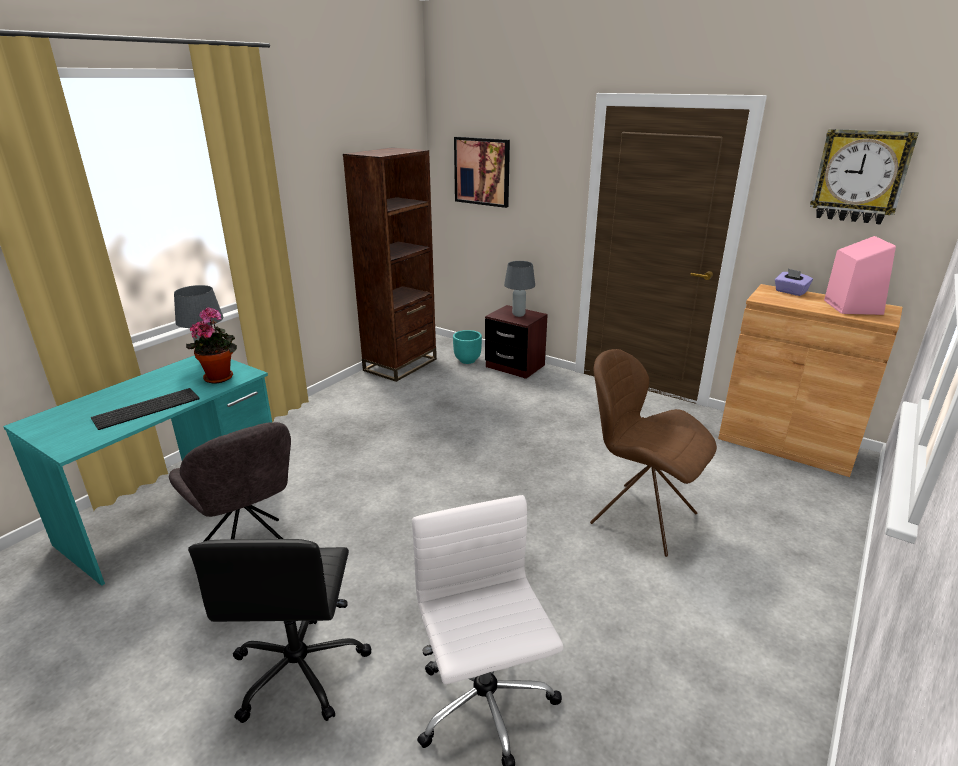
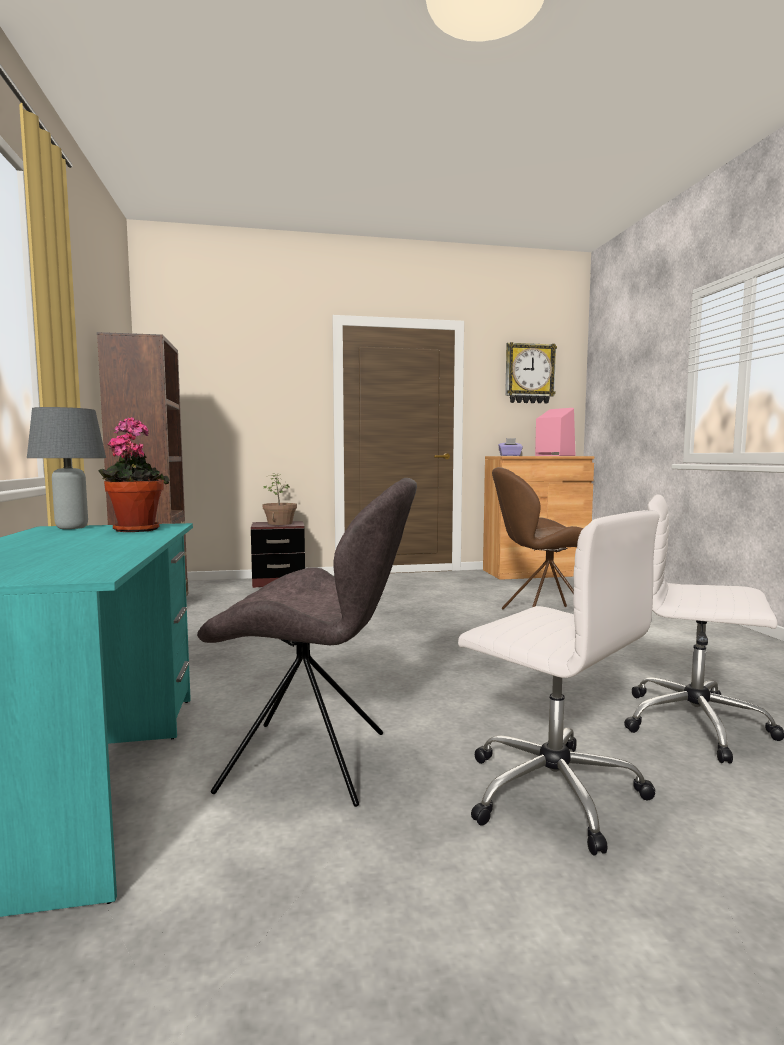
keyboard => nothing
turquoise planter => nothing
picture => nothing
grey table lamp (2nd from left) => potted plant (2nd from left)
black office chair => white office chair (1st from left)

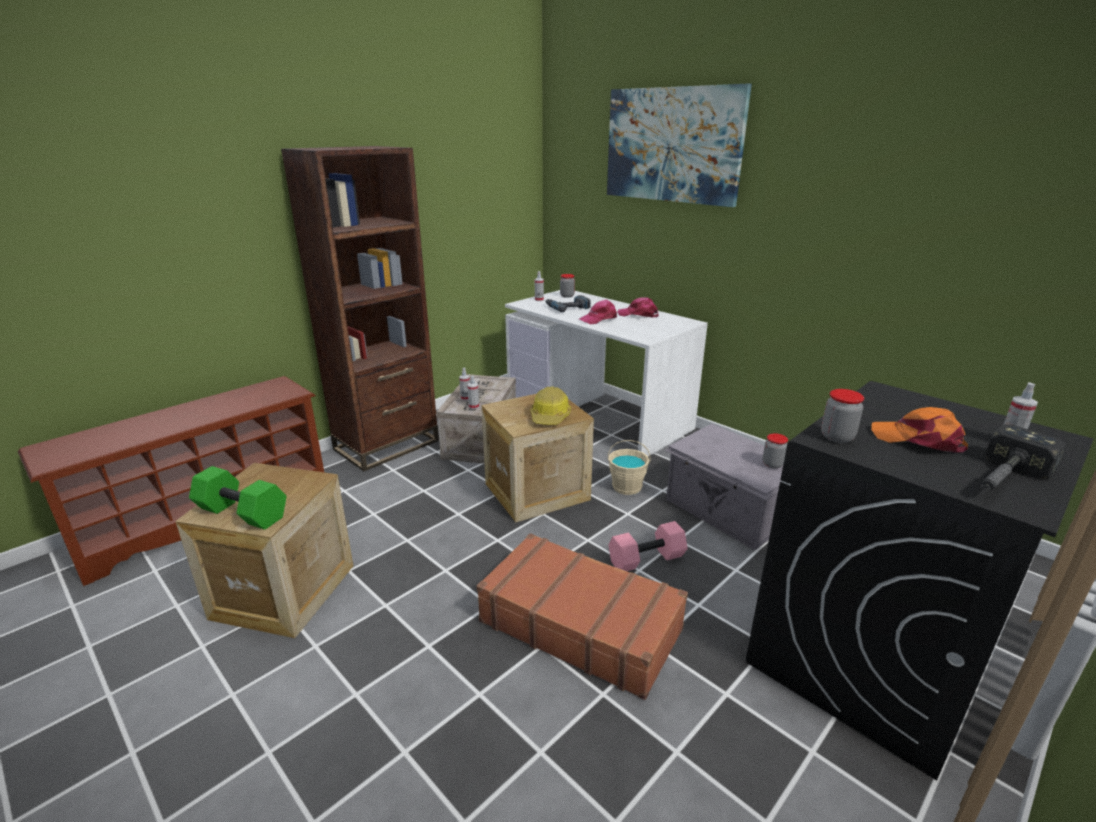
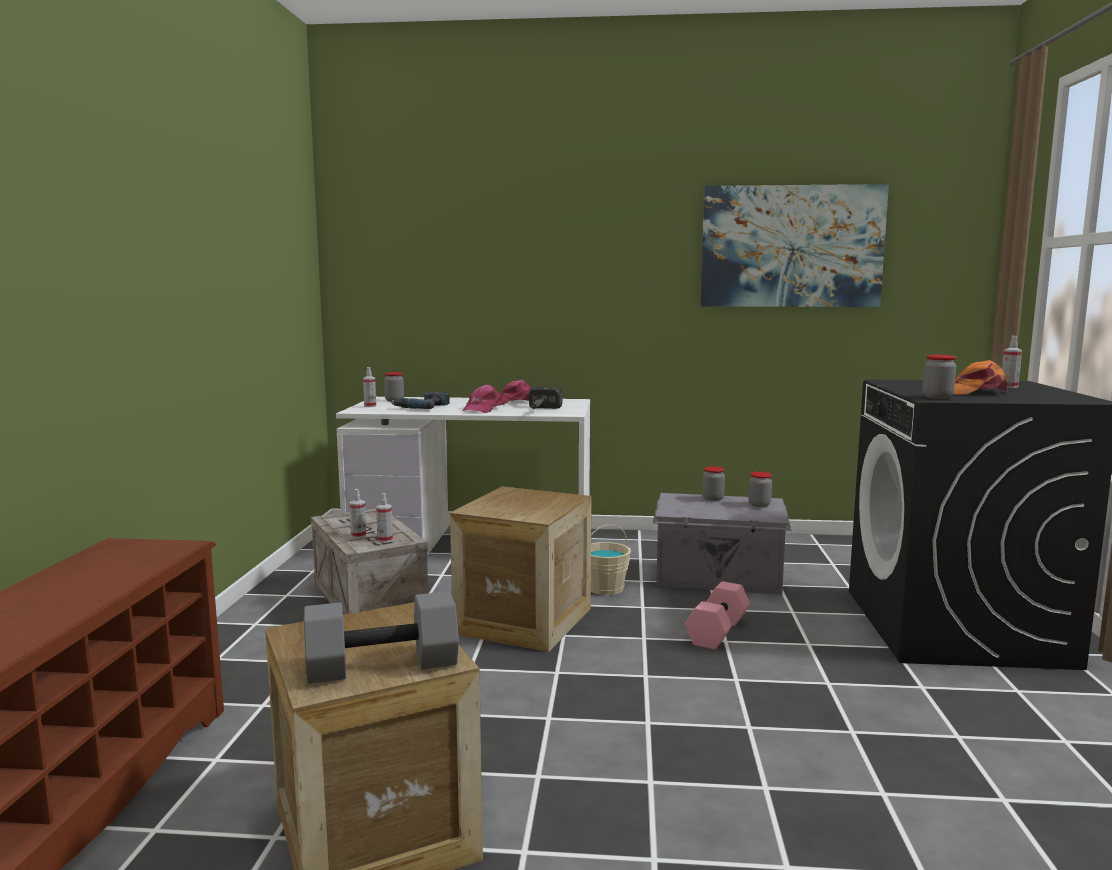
brown bookcase => nothing
brown suitcase => nothing
hard hat => nothing
nothing => jar (2nd from left)
picture, moved
hammer, moved
green dumbbell => grey dumbbell

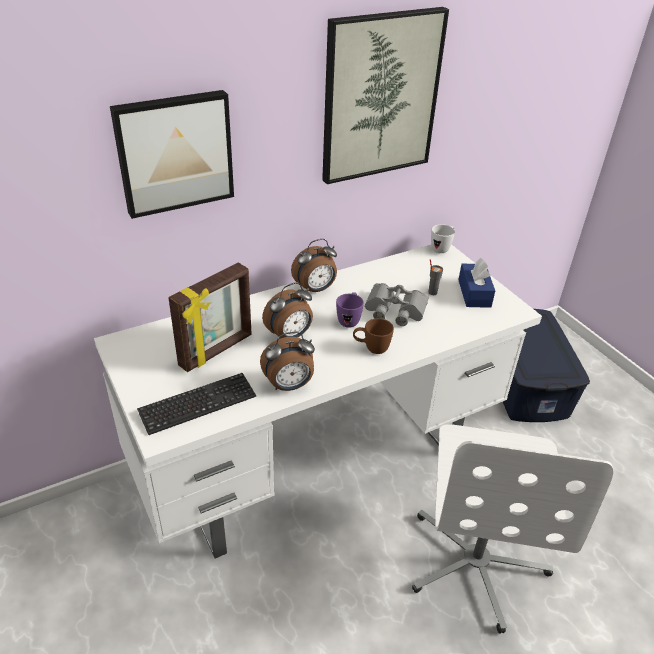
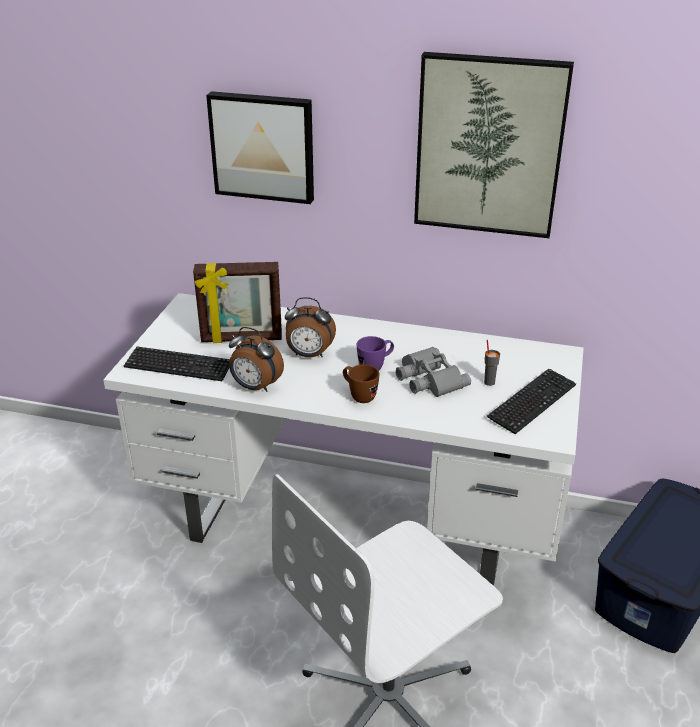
alarm clock (3rd from left) => nothing
white mug => nothing
blue tissue box => keyboard (2nd from left)

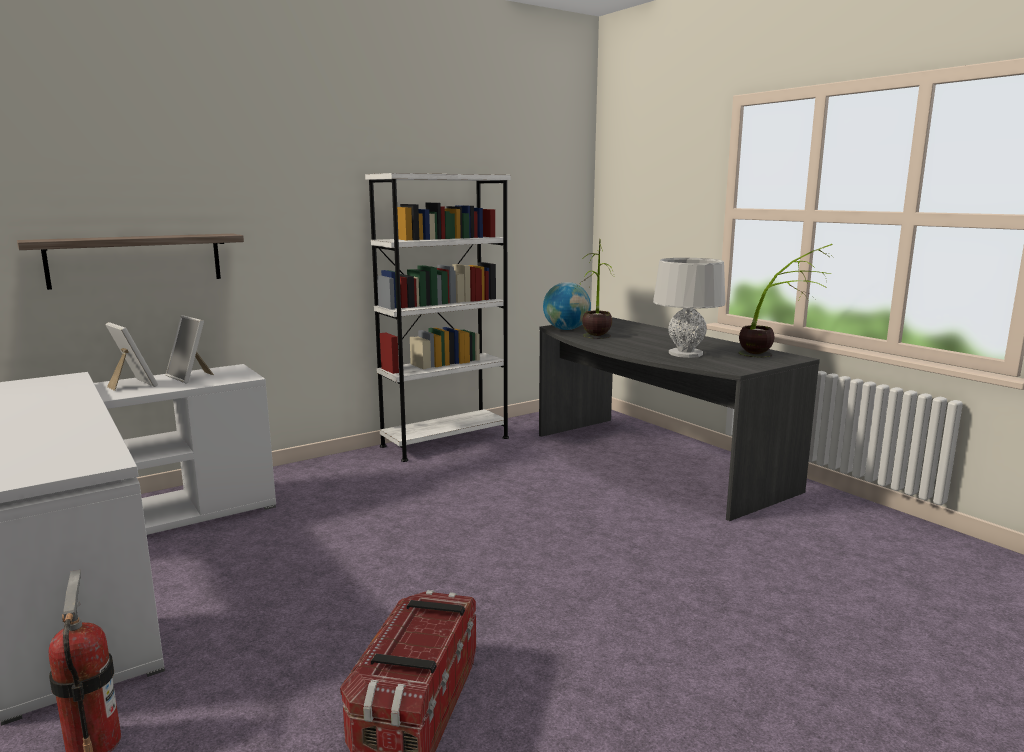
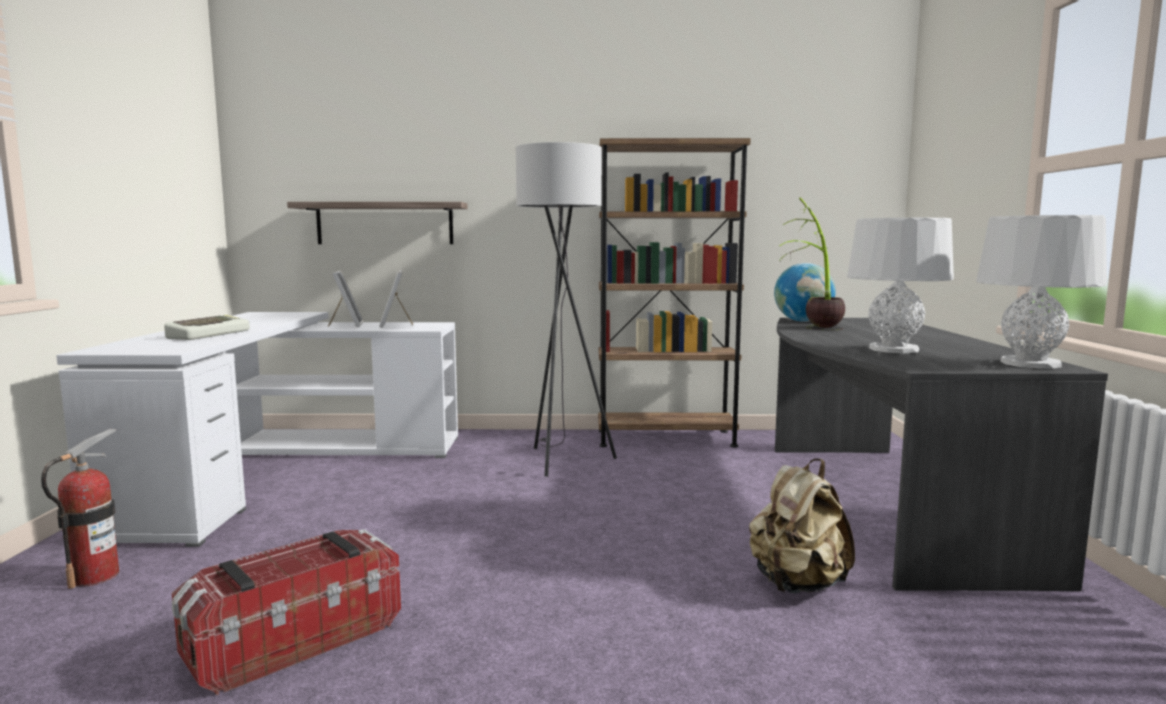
nothing => keyboard
nothing => grey floor lamp
nothing => beige backpack
potted plant (2nd from left) => grey table lamp (2nd from left)
white bookcase => brown bookcase

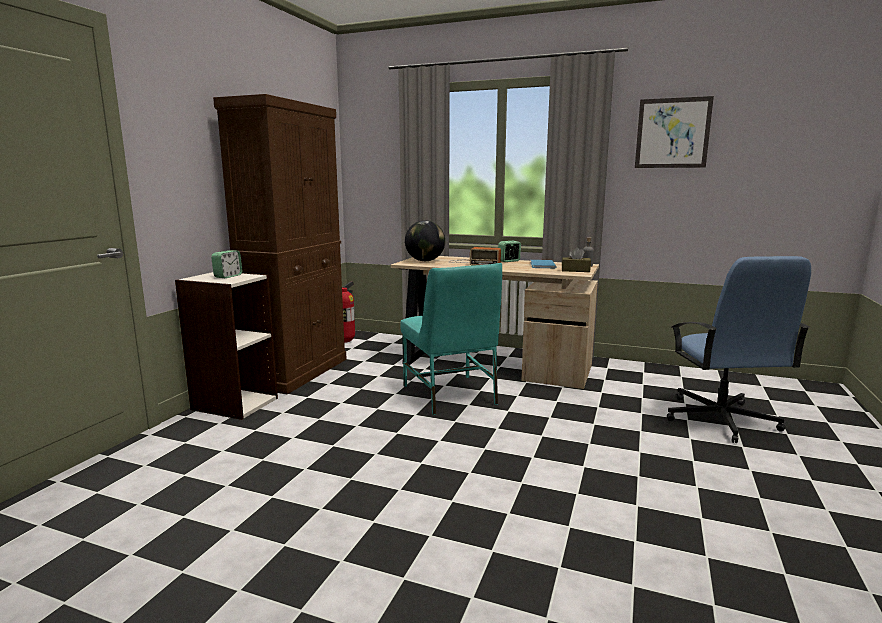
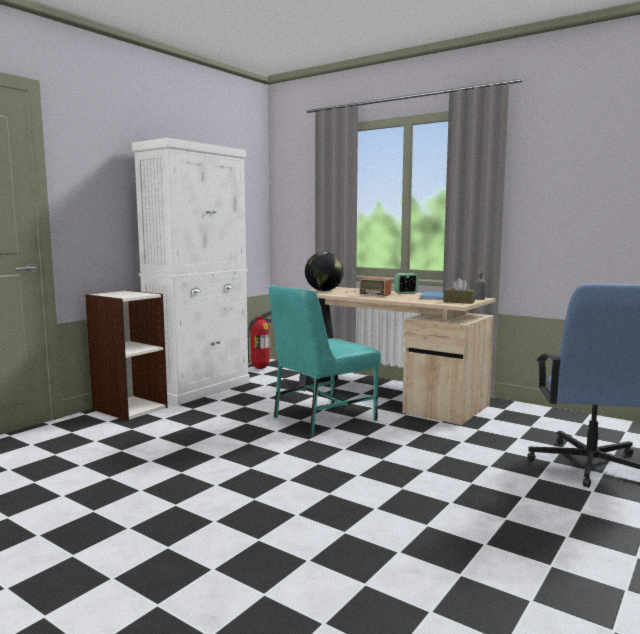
alarm clock (1st from left) => nothing
picture => nothing
brown cabinet => white cabinet
turquoise chair, 60 degrees clockwise

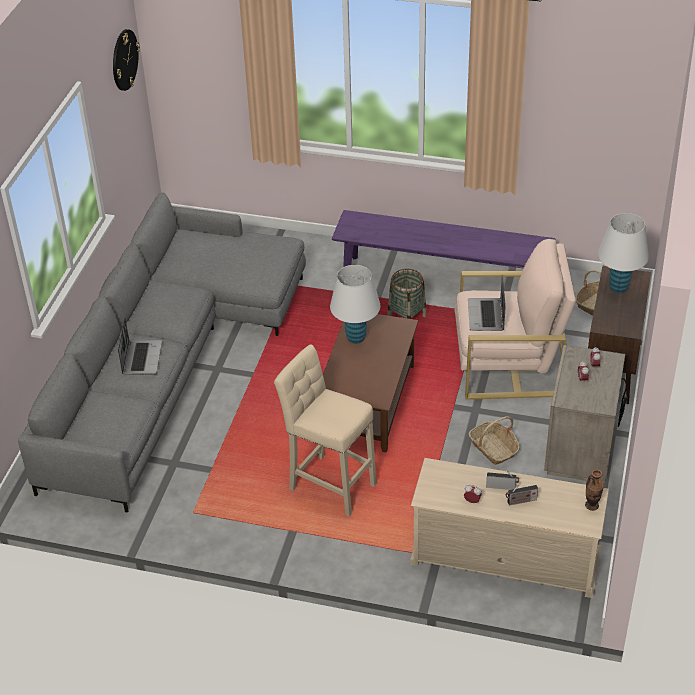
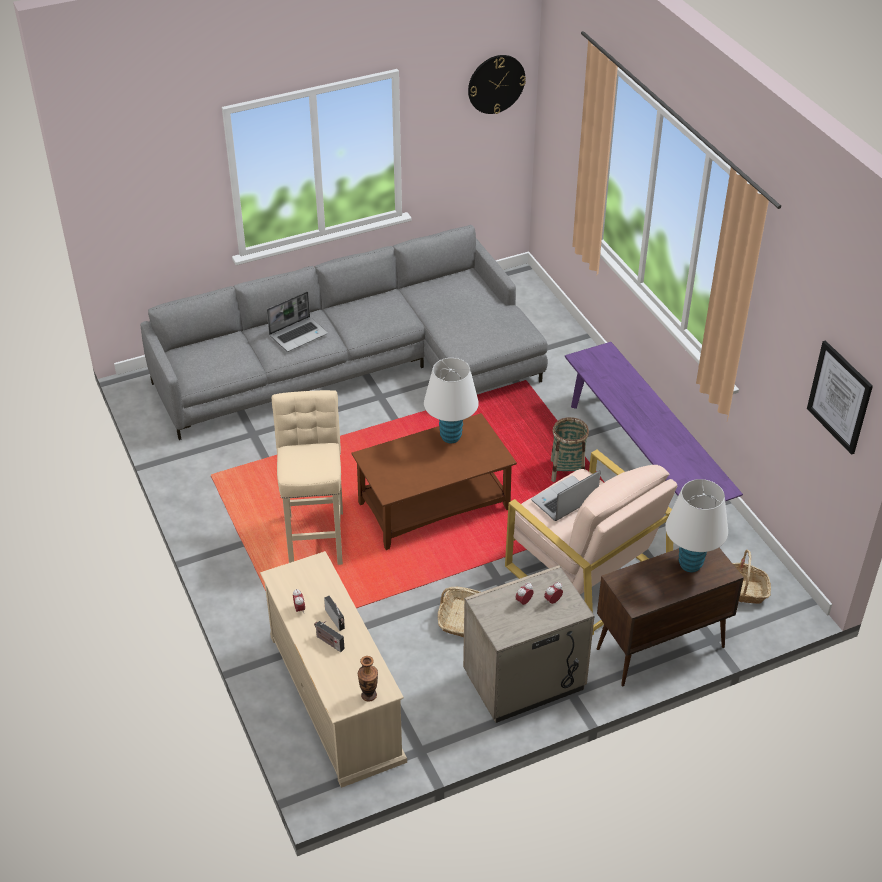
nothing => picture

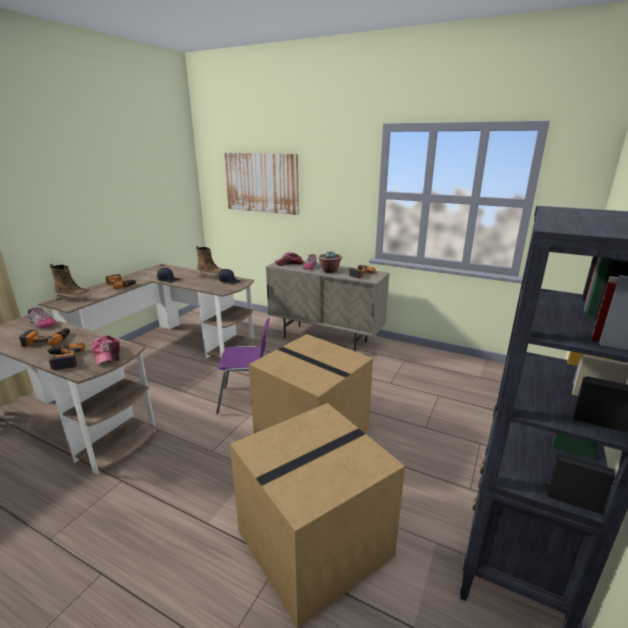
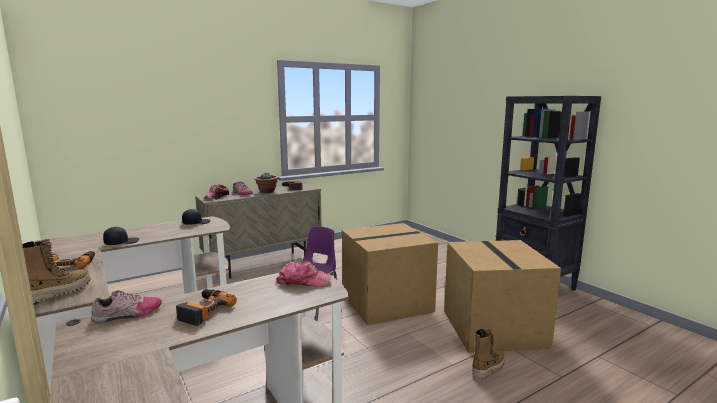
power drill (2nd from left) => nothing
picture => nothing
boot (2nd from left), moved

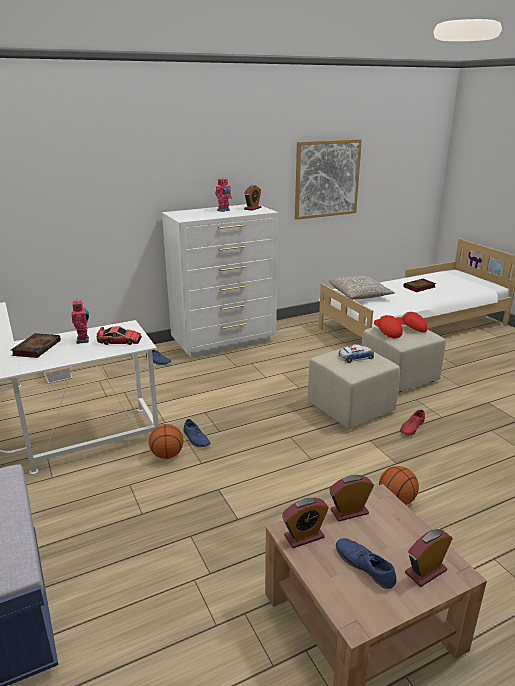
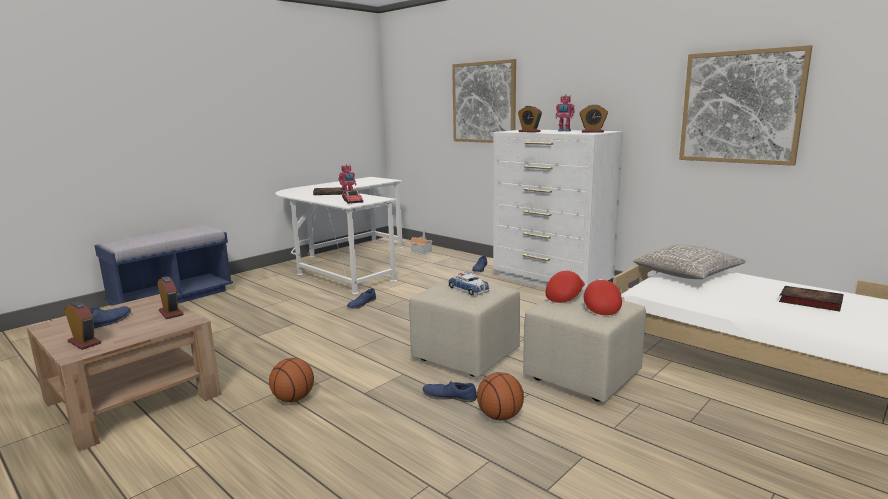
nothing => picture (1st from left)
basketball (1st from left in the first image) => basketball (2nd from left), moved
alarm clock (2nd from left in the first image) => alarm clock (3rd from left), moved
red shoe => blue shoe (3rd from left)

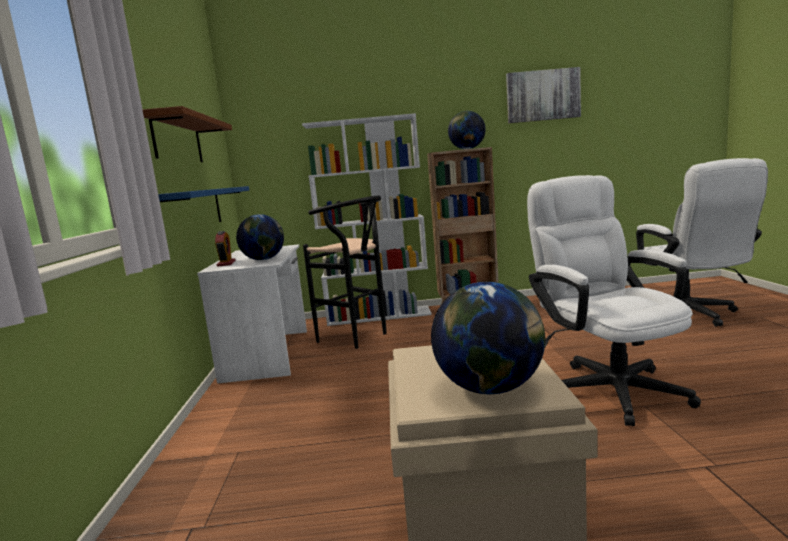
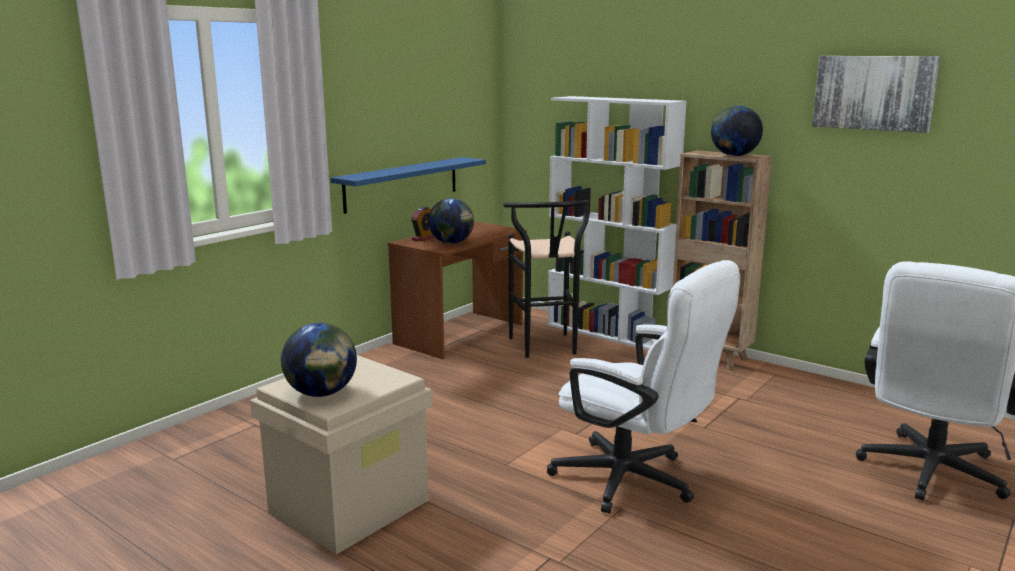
brown shelf => nothing
white desk => brown desk
white office chair (1st from left), 105 degrees clockwise

